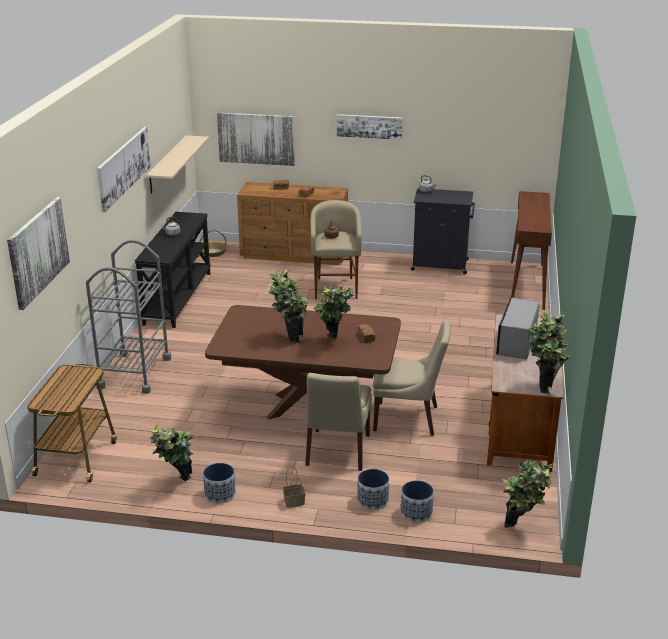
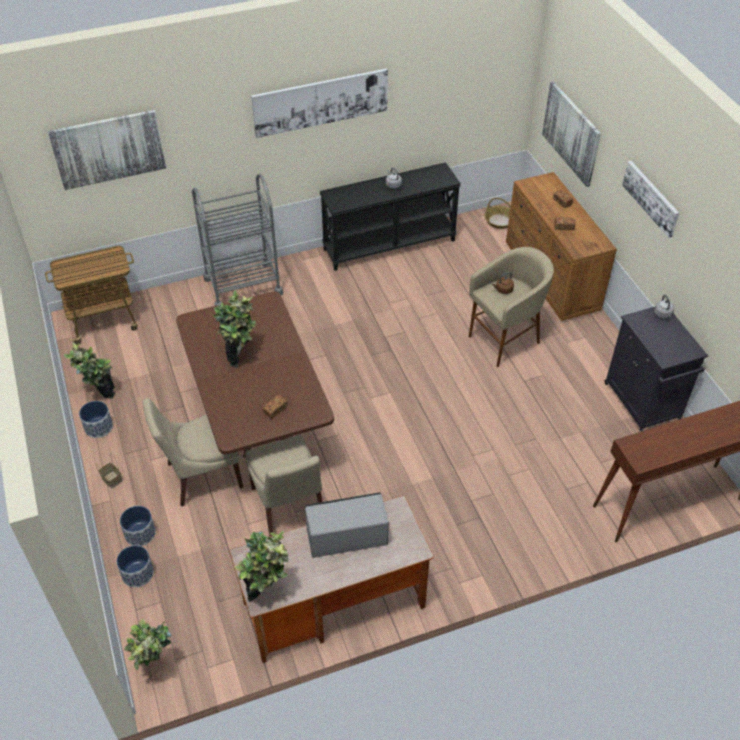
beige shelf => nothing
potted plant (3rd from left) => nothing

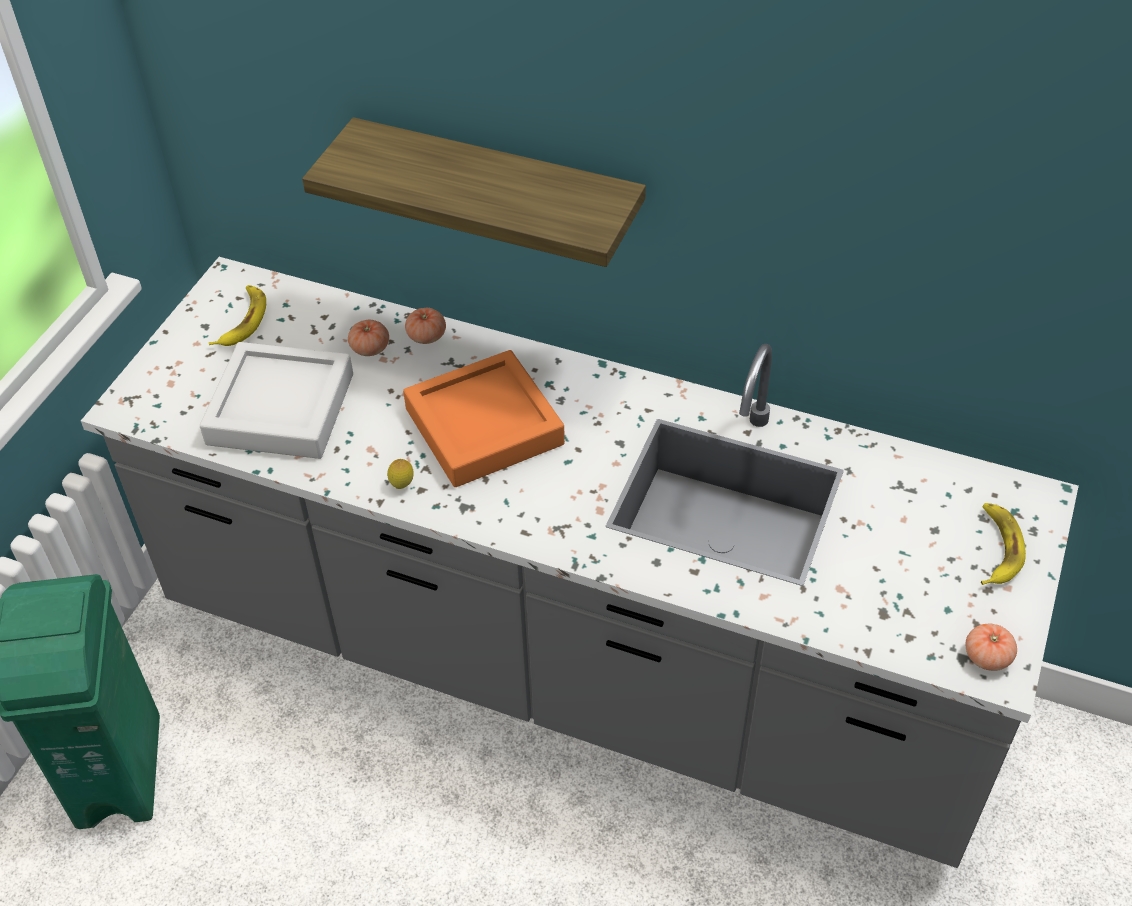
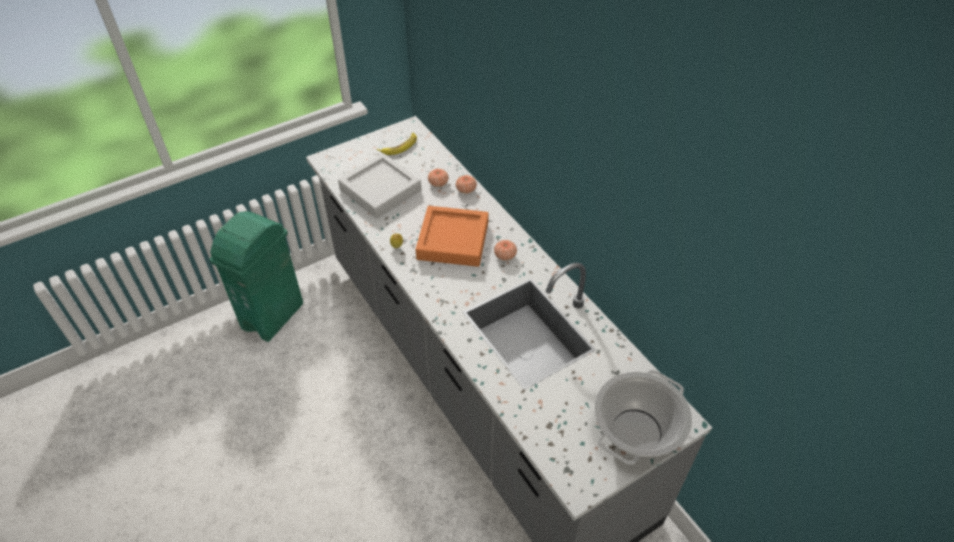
shelf => nothing
tomato (3rd from left), moved
banana (2nd from left) => cooking pot

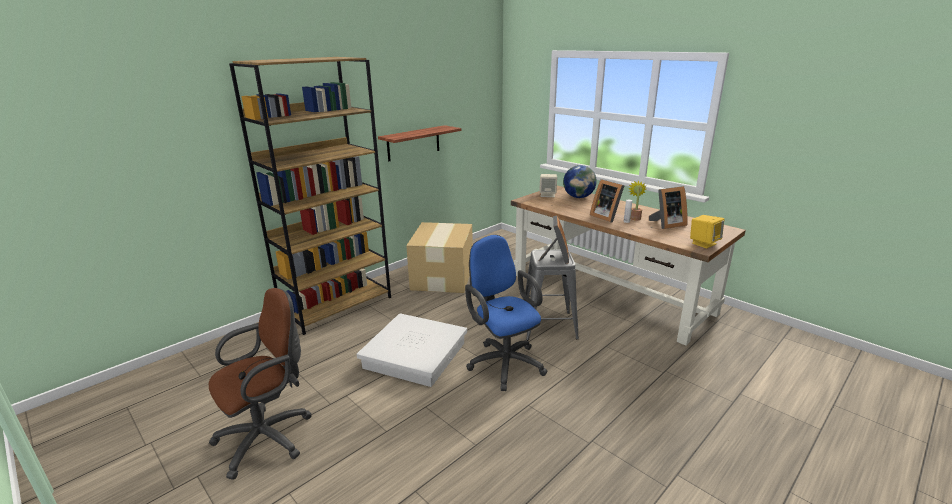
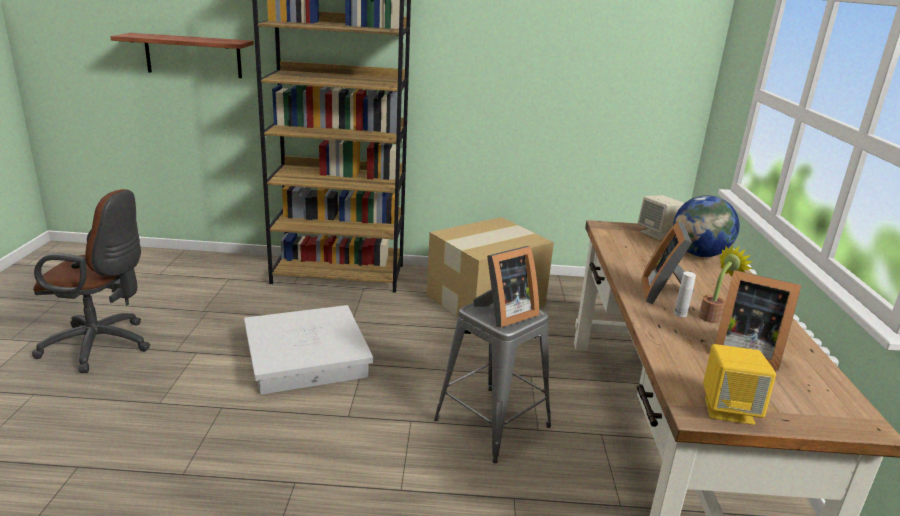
blue office chair => nothing
shelf, moved

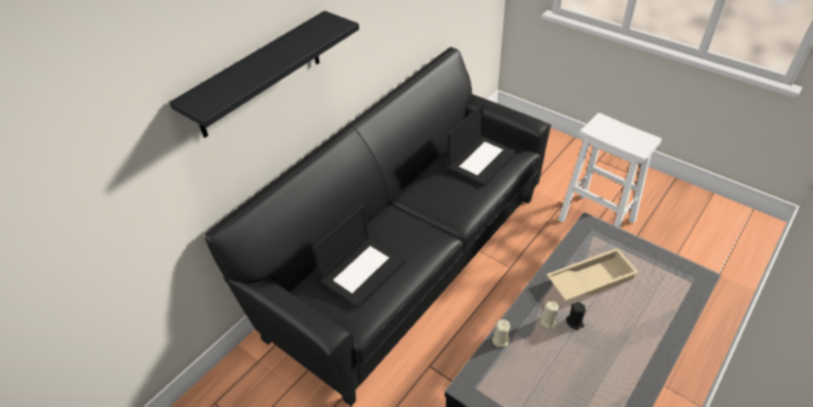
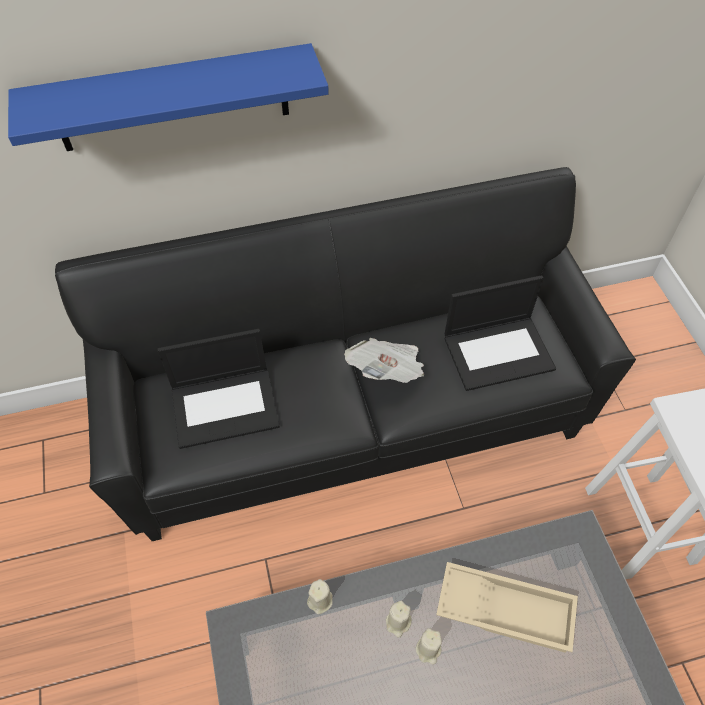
nothing => newspaper
black shelf => blue shelf
black candle => beige candle (3rd from left)

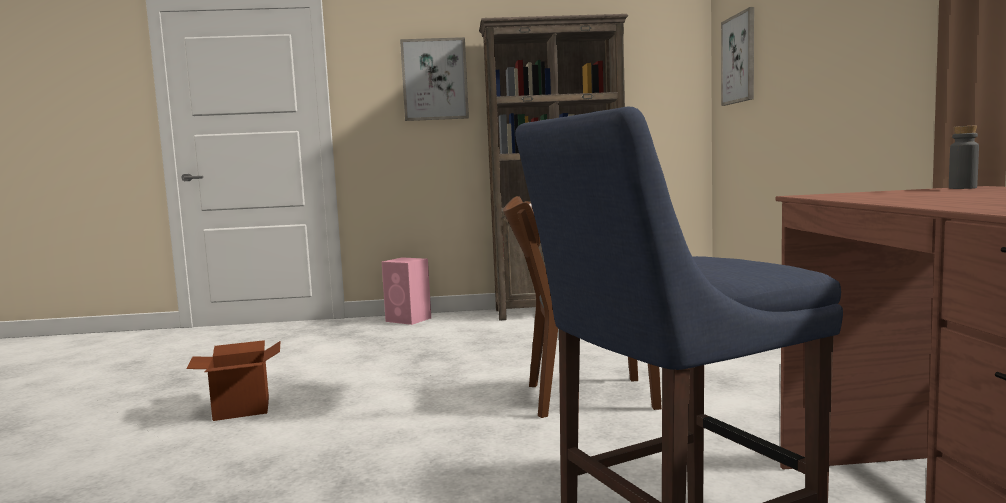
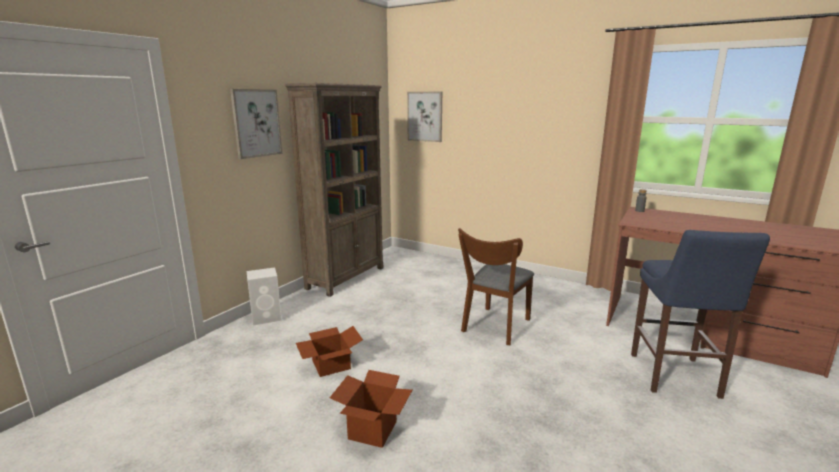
nothing => cardboard box (1st from left)
pink speaker => white speaker

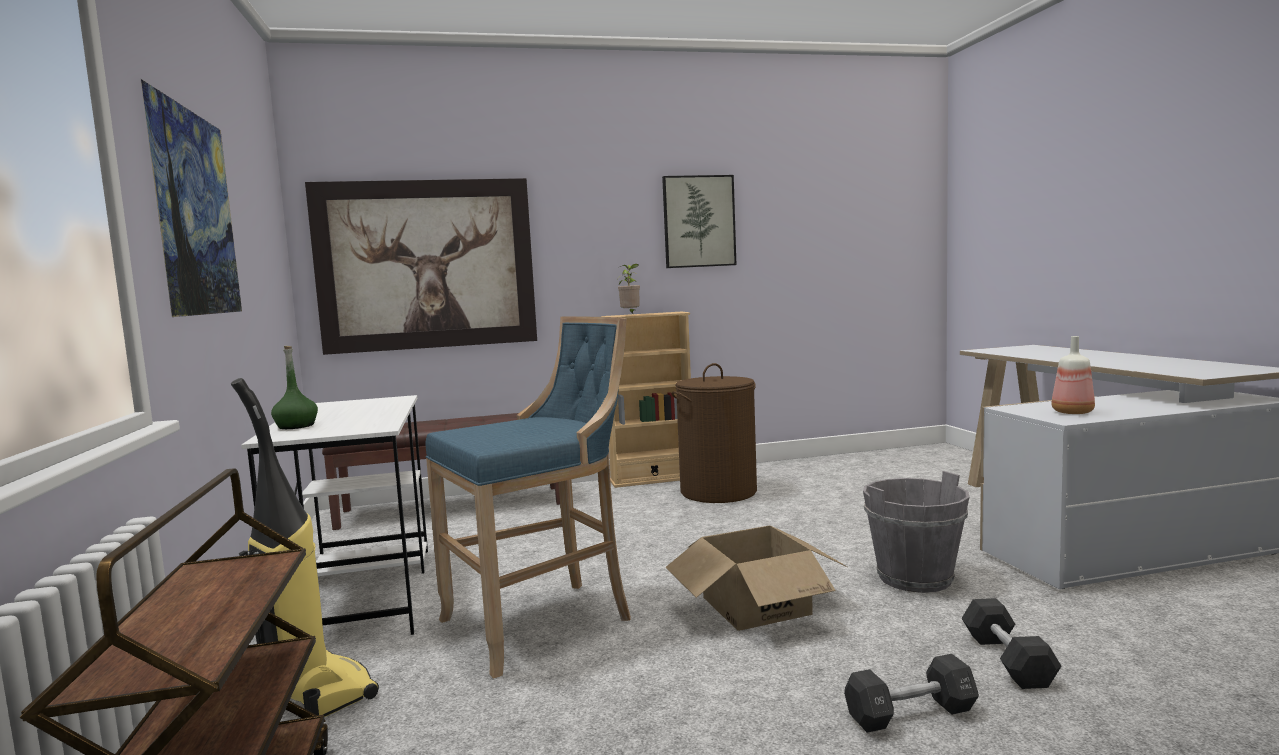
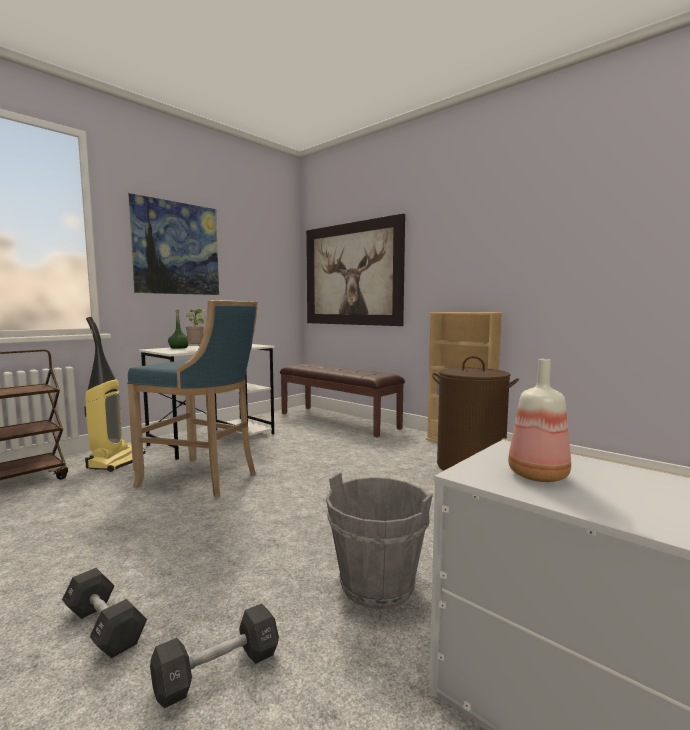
picture (3rd from left) => nothing
cardboard box => nothing
potted plant, moved

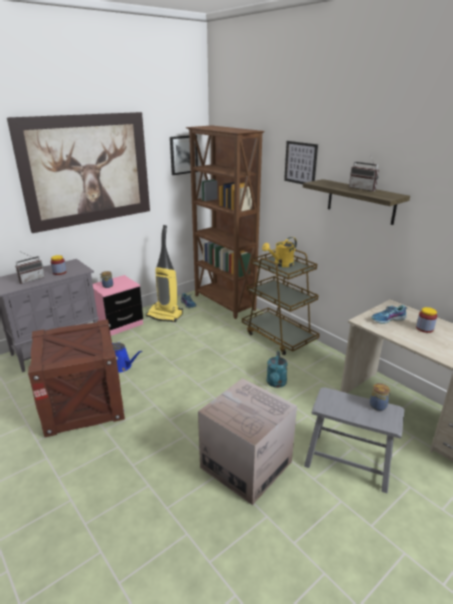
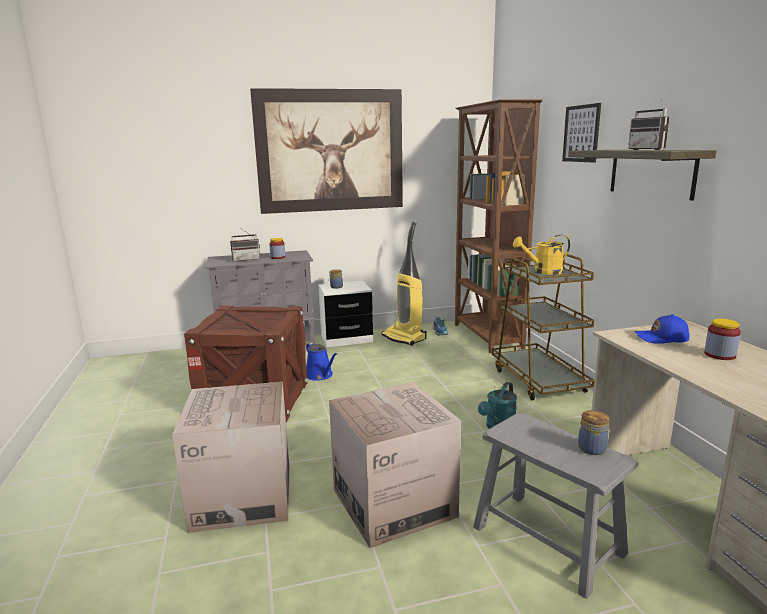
picture (2nd from left) => nothing
nothing => cardboard box (1st from left)
shoe (2nd from left) => blue cap
pink nightstand => white nightstand

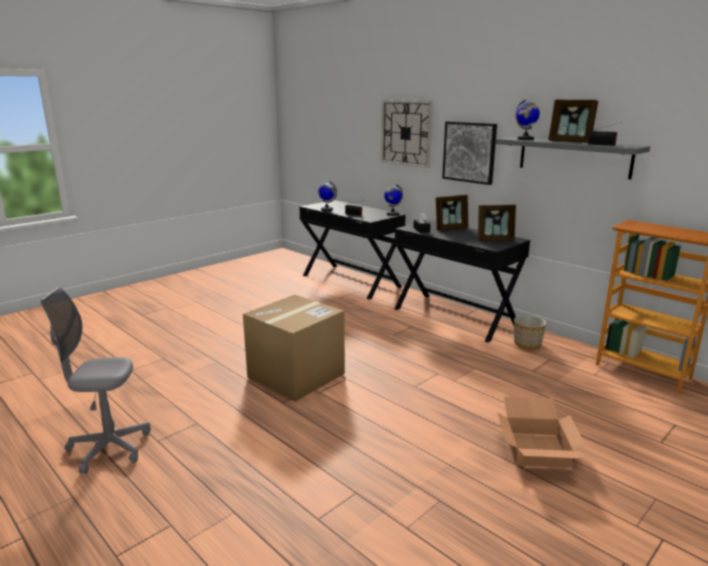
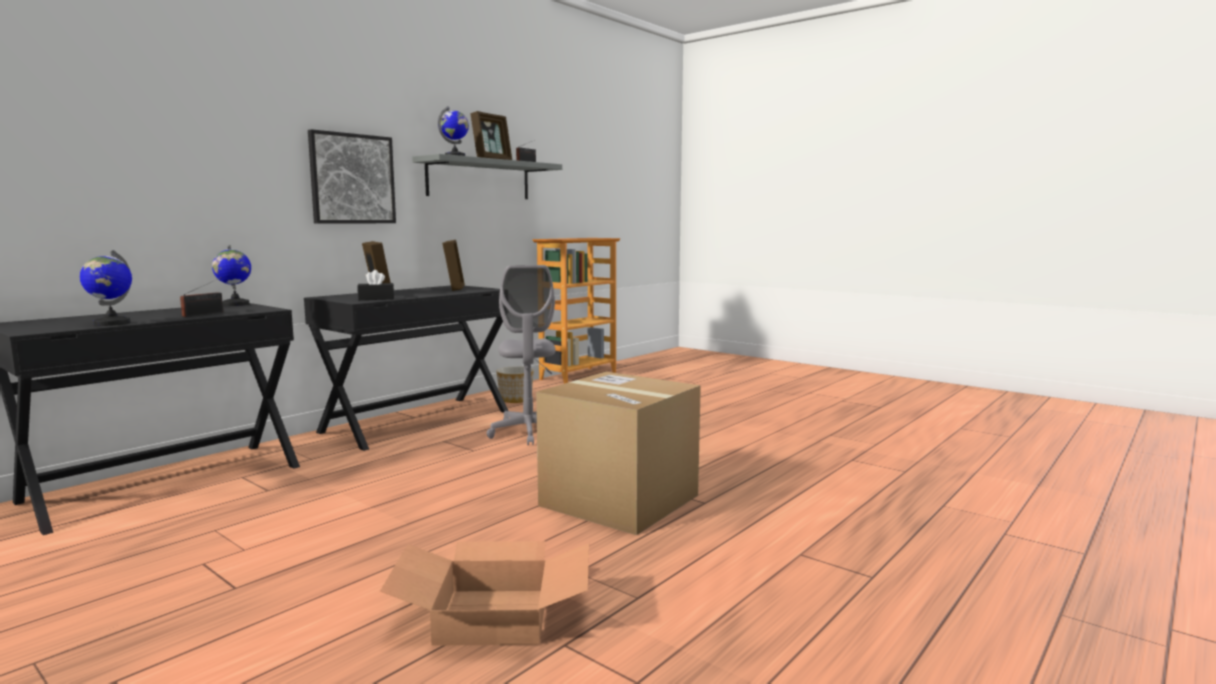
wall clock => nothing
grey office chair, moved
cardboard box (2nd from left in the first image) => cardboard box (1st from left), moved

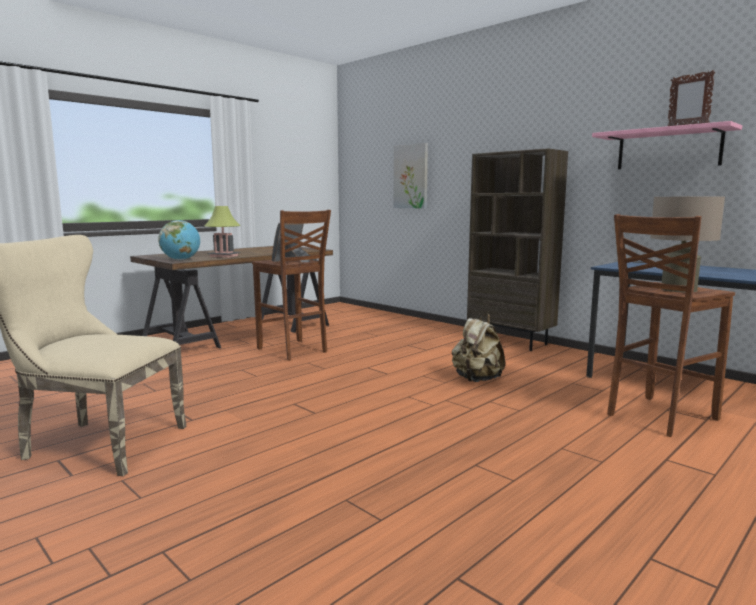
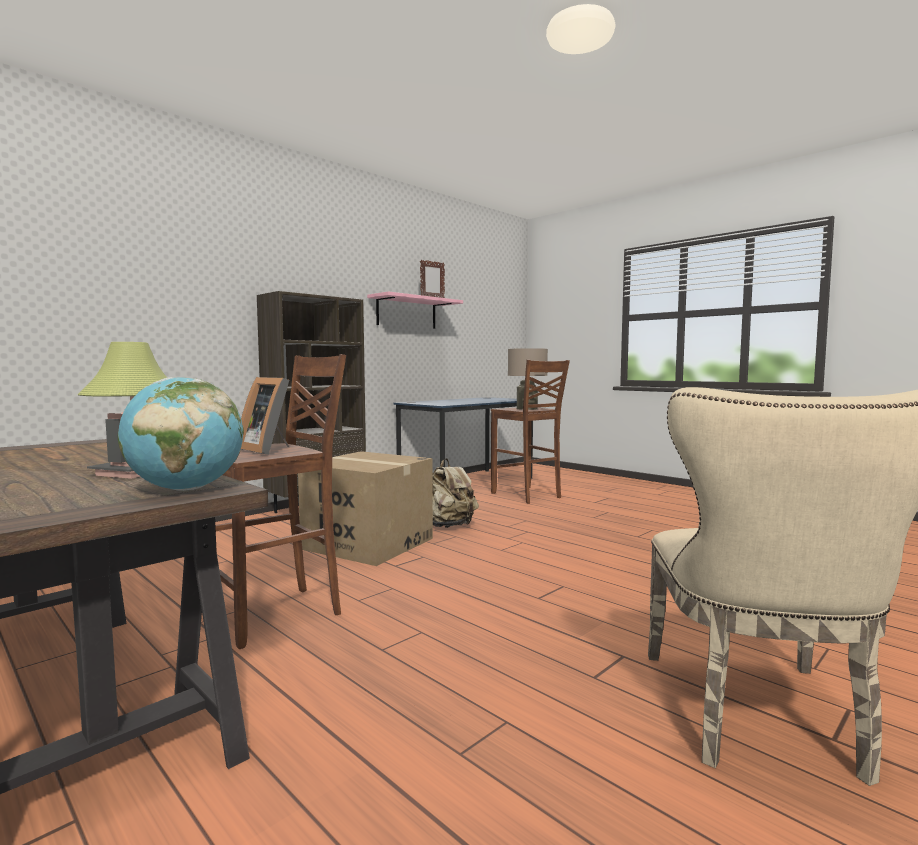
picture => nothing
nothing => cardboard box

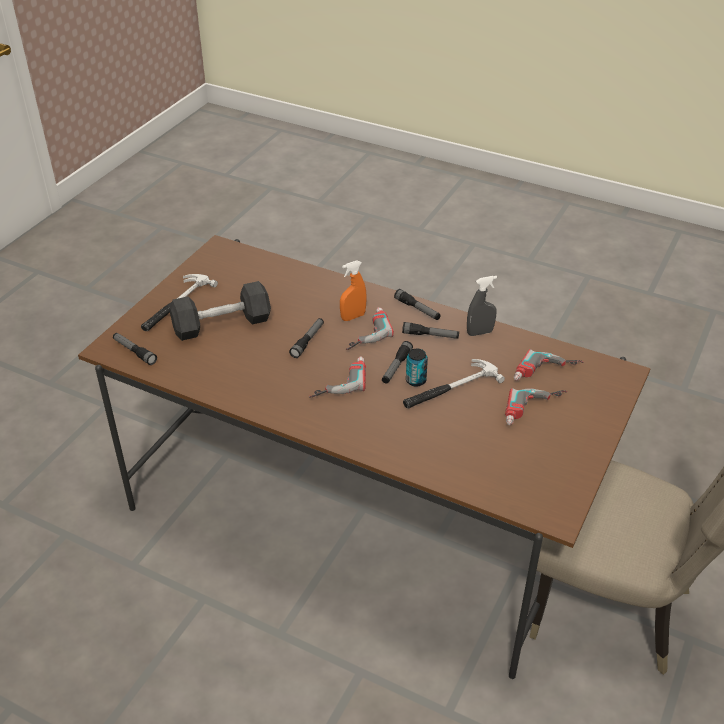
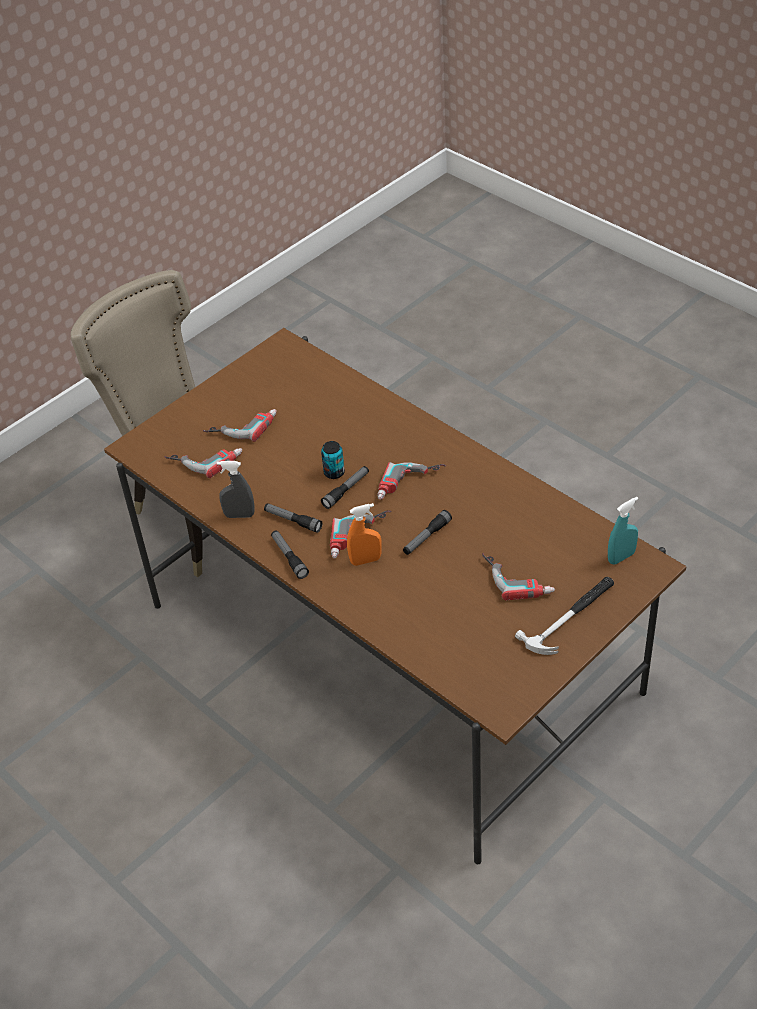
hammer (2nd from left) => nothing
flashlight (1st from left) => turquoise spray bottle
black dumbbell => power drill (5th from left)

